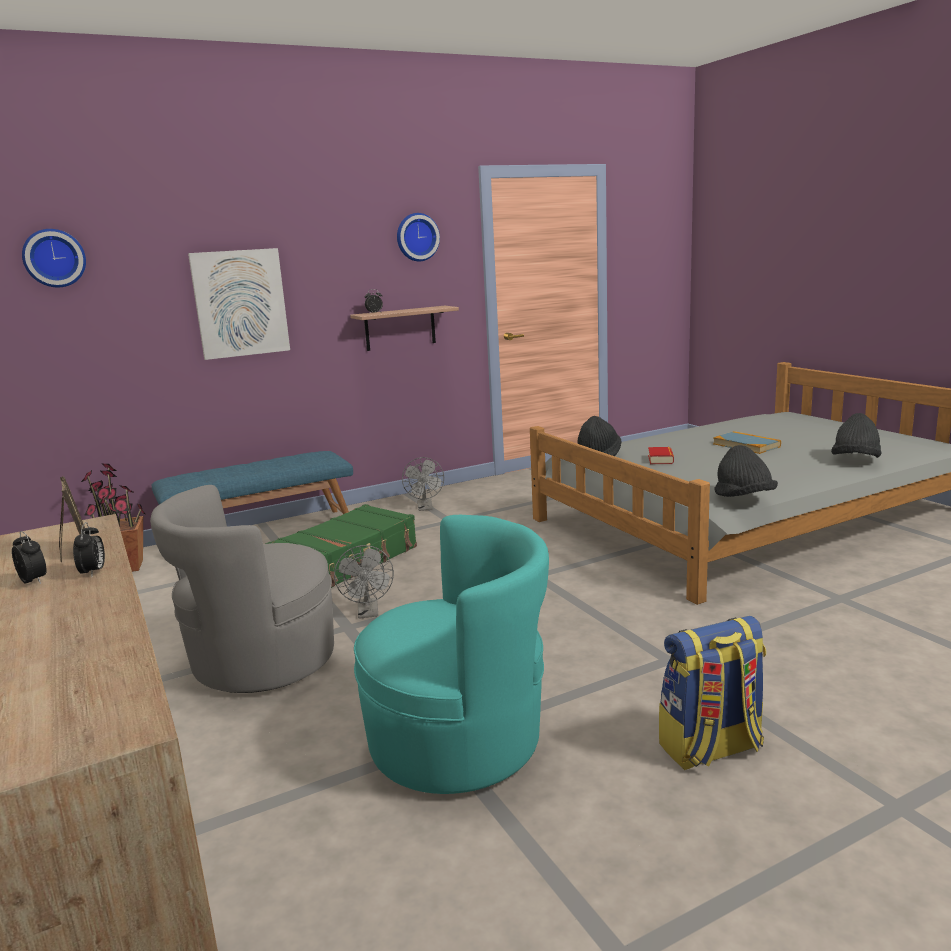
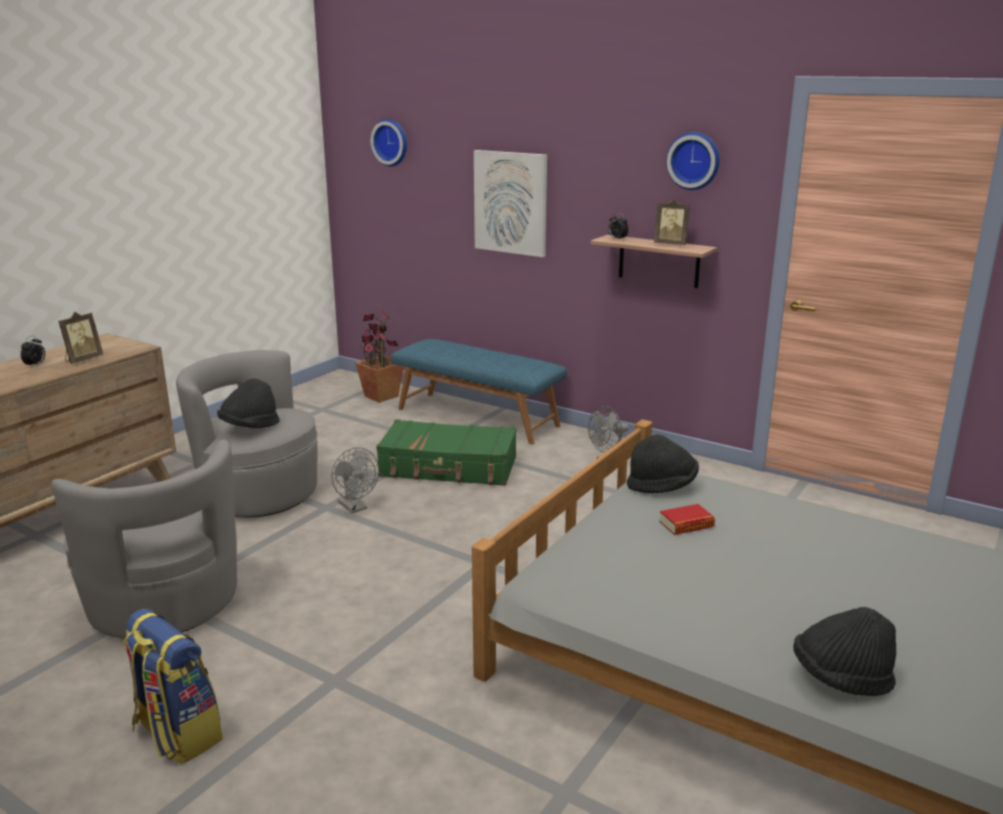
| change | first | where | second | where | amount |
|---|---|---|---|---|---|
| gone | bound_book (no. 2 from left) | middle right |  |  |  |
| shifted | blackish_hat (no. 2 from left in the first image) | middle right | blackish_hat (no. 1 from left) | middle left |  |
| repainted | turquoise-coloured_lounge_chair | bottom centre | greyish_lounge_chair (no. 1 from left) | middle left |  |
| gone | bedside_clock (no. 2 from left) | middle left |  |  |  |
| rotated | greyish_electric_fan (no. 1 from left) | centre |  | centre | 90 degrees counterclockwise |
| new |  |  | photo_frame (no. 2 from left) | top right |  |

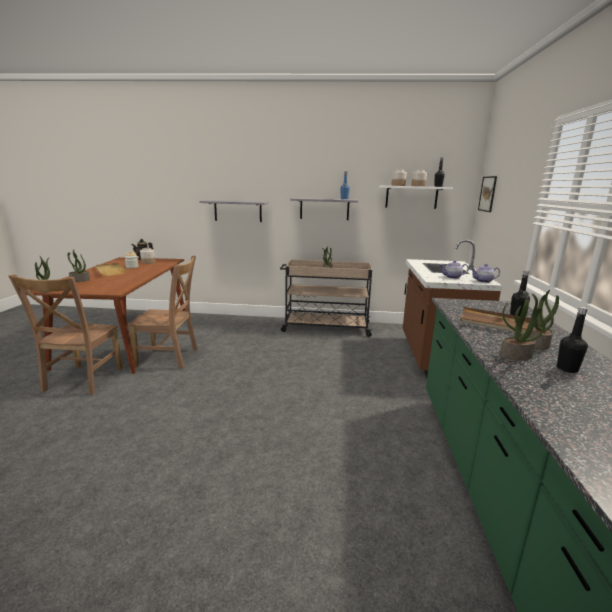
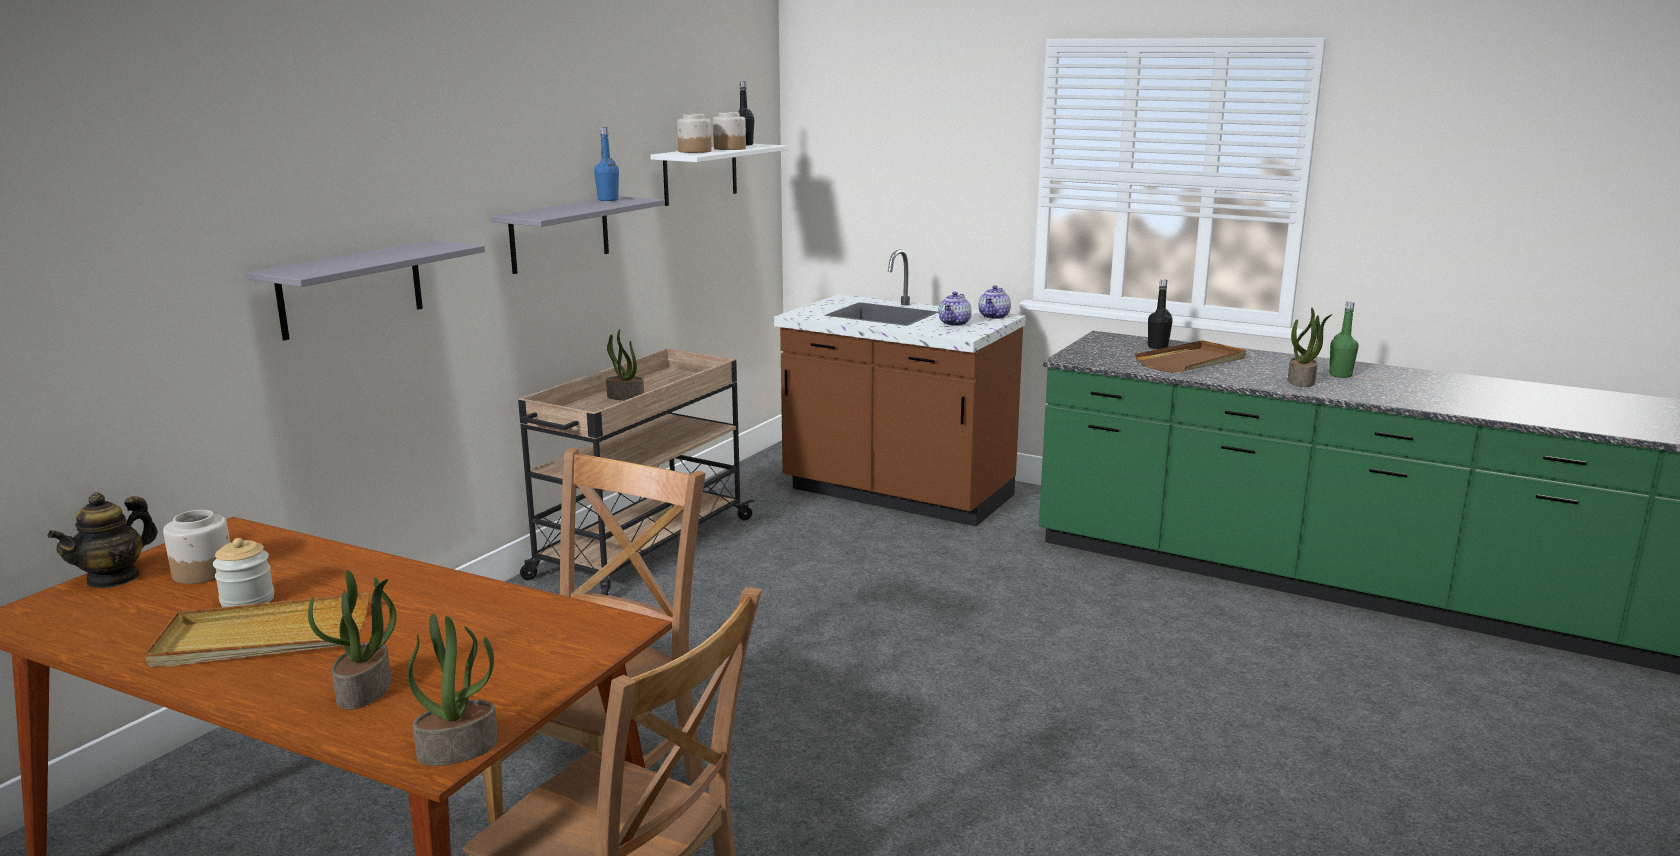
| change | first | where | second | where | amount |
|---|---|---|---|---|---|
| gone | wall_art | top right |  |  |  |
| gone | houseplant (no. 5 from left) | middle right |  |  |  |
| repainted | blackish_drink_bottle (no. 3 from left) | middle right | green-coloured_drink_bottle | middle right |  |

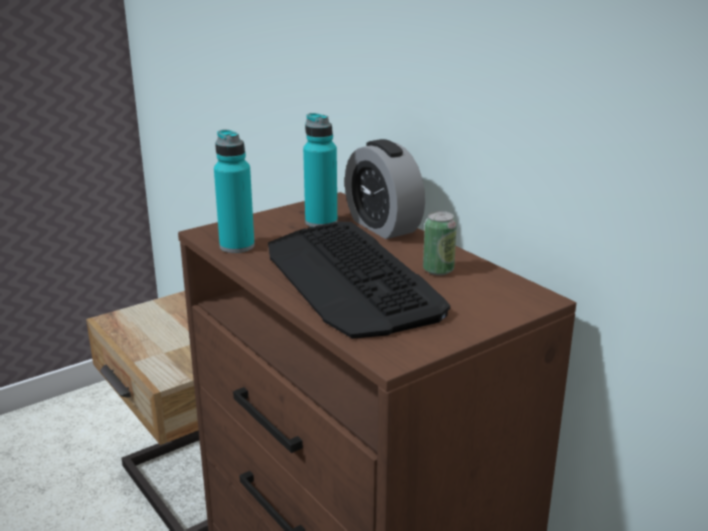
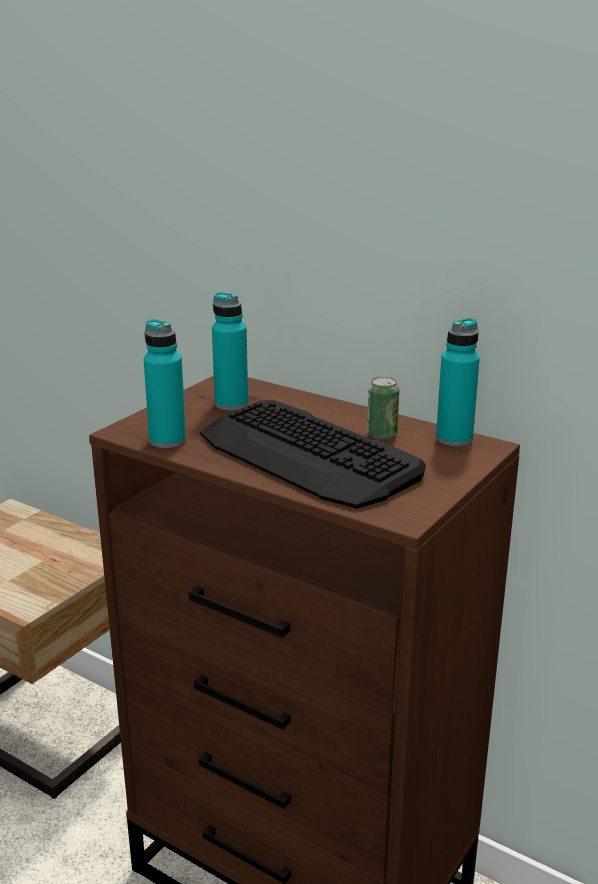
| change | first | where | second | where | amount |
|---|---|---|---|---|---|
| gone | bedside_clock | centre |  |  |  |
| new |  |  | turquoise-coloured_drink_bottle (no. 3 from left) | middle right |  |

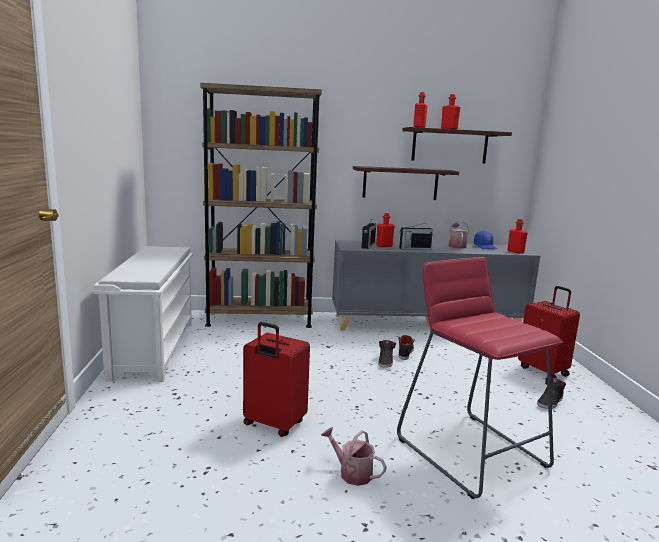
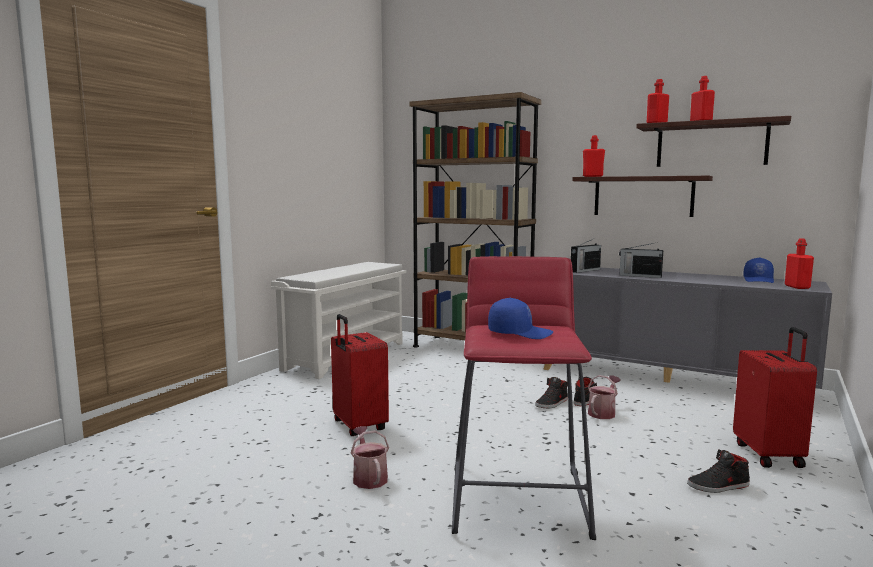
| change | first | where | second | where | amount |
|---|---|---|---|---|---|
| shifted | red-coloured_drink_bottle (no. 1 from left) | centre |  | top right |  |
| shifted | watering_pot (no. 2 from left) | middle right |  | bottom right |  |
| new |  |  | blue_baseball_cap (no. 1 from left) | centre |  |

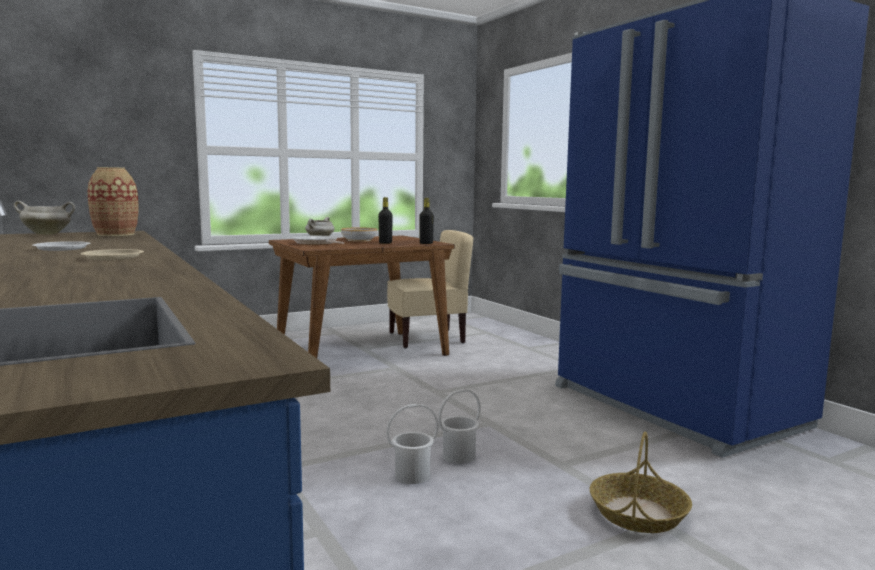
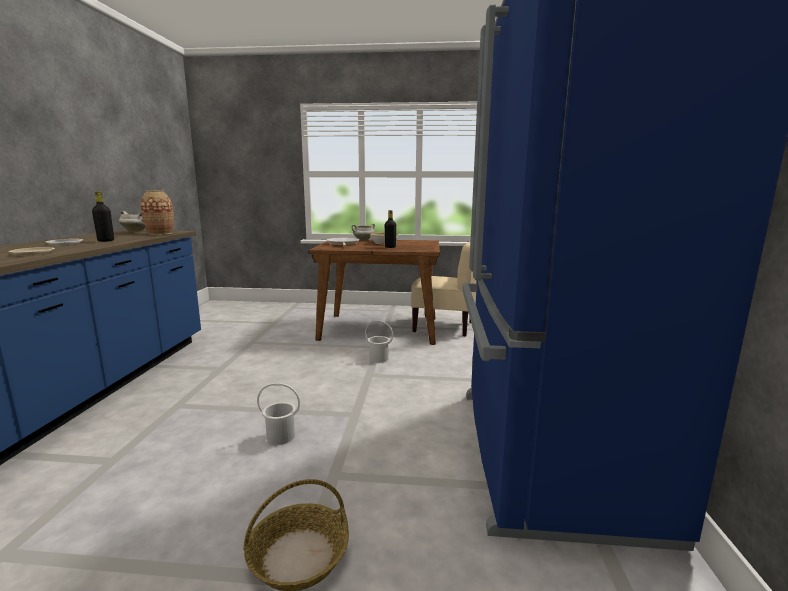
| change | first | where | second | where | amount |
|---|---|---|---|---|---|
| shifted | blackish_drink_bottle (no. 2 from left in the first image) | centre | blackish_drink_bottle (no. 1 from left) | middle left |  |
| shifted | white_pail (no. 1 from left in the first image) | bottom centre | white_pail (no. 2 from left) | centre |  |

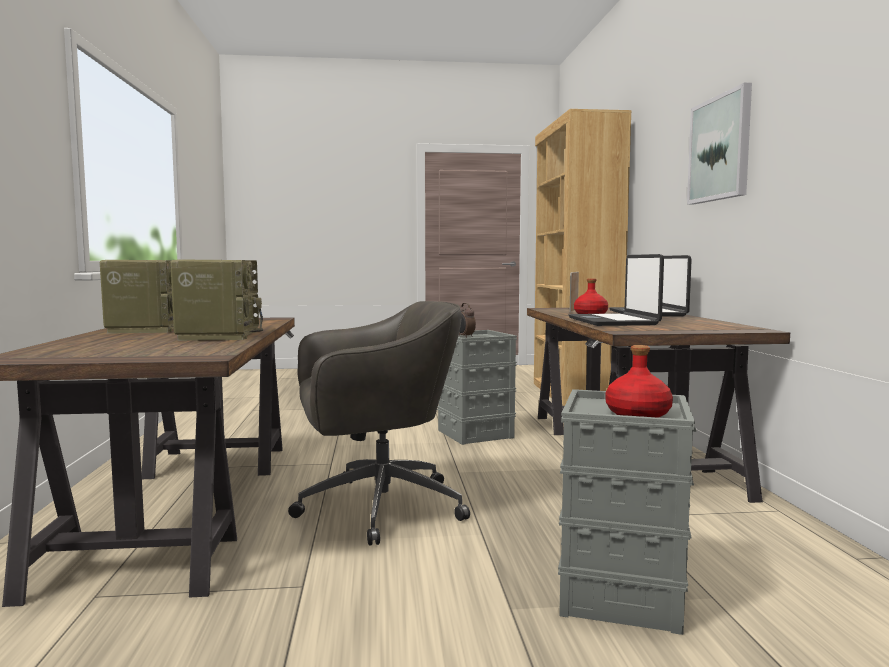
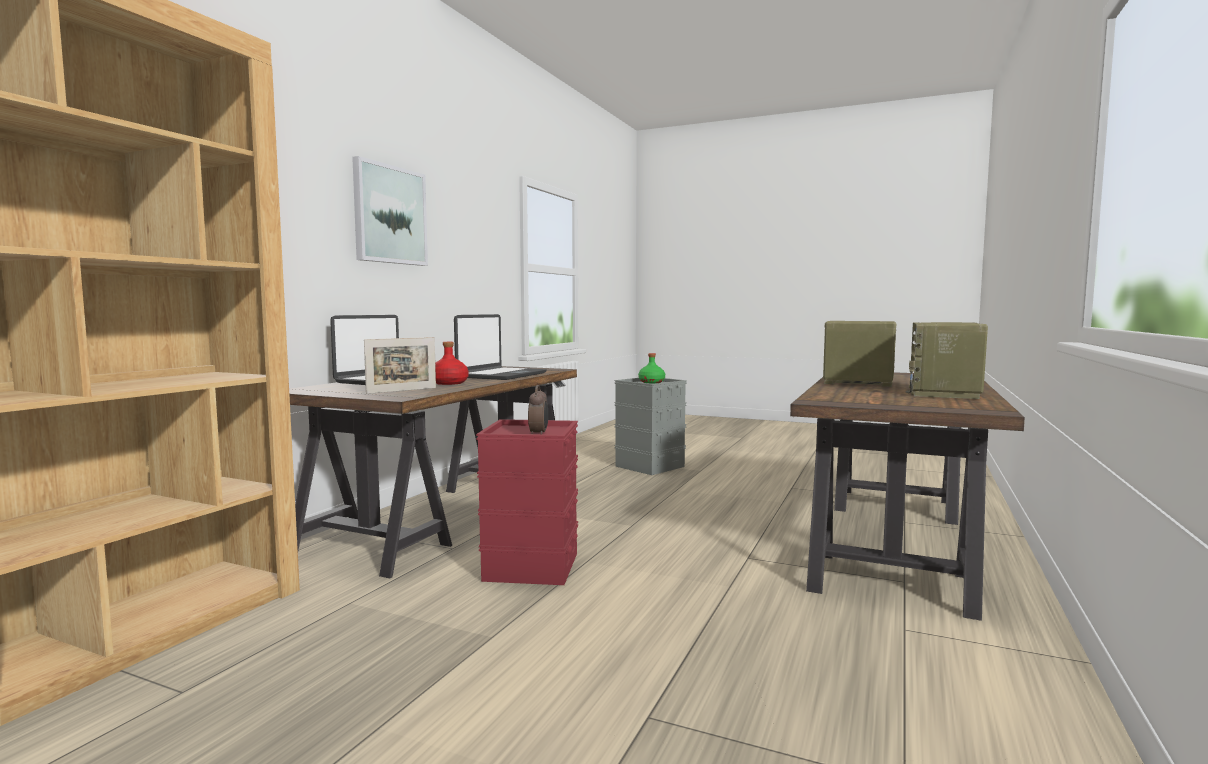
| change | first | where | second | where | amount |
|---|---|---|---|---|---|
| rotated | radio_receiver (no. 2 from left in the first image) | middle left | radio_receiver (no. 1 from left) | middle right | 90 degrees clockwise |
| gone | greyish_computer_chair | centre |  |  |  |
| repainted | greyish_storage_box (no. 1 from left) | centre | red-coloured_storage_box | centre |  |
| repainted | red-coloured_drink_bottle (no. 2 from left) | middle right | green-coloured_drink_bottle | centre |  |

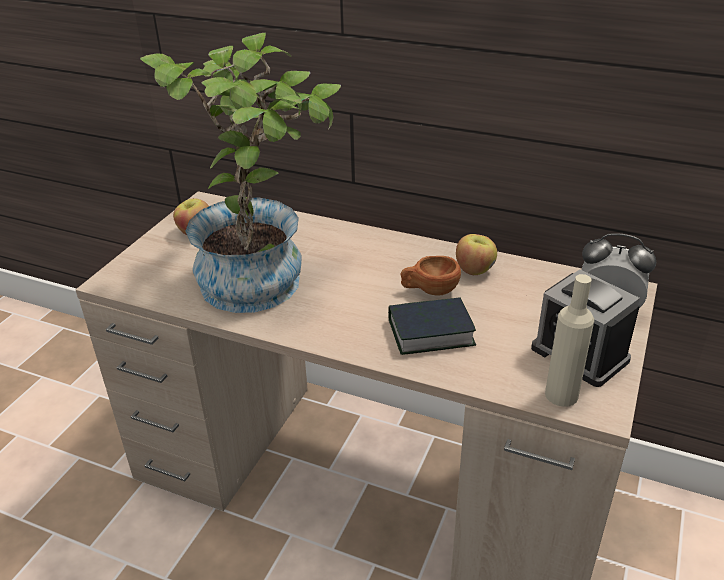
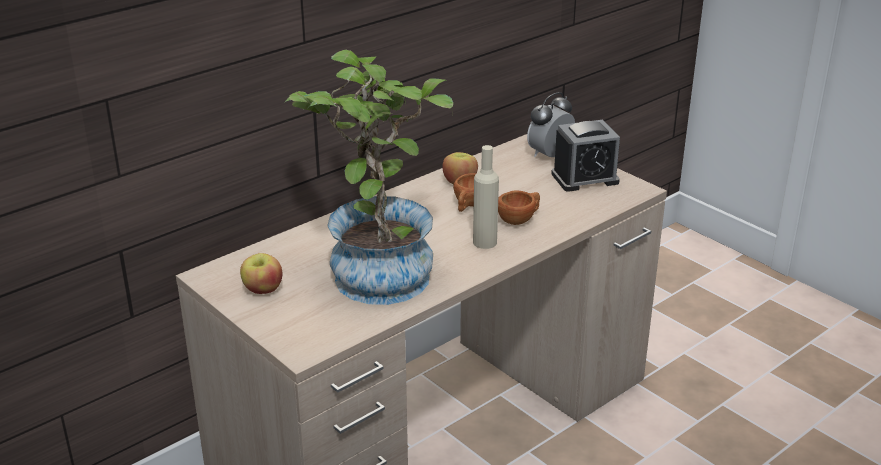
| change | first | where | second | where | amount |
|---|---|---|---|---|---|
| shifted | sand-coloured_drink_bottle | middle right |  | centre |  |
| swapped | bound_book | centre | brown-coloured_cup (no. 2 from left) | centre |  |

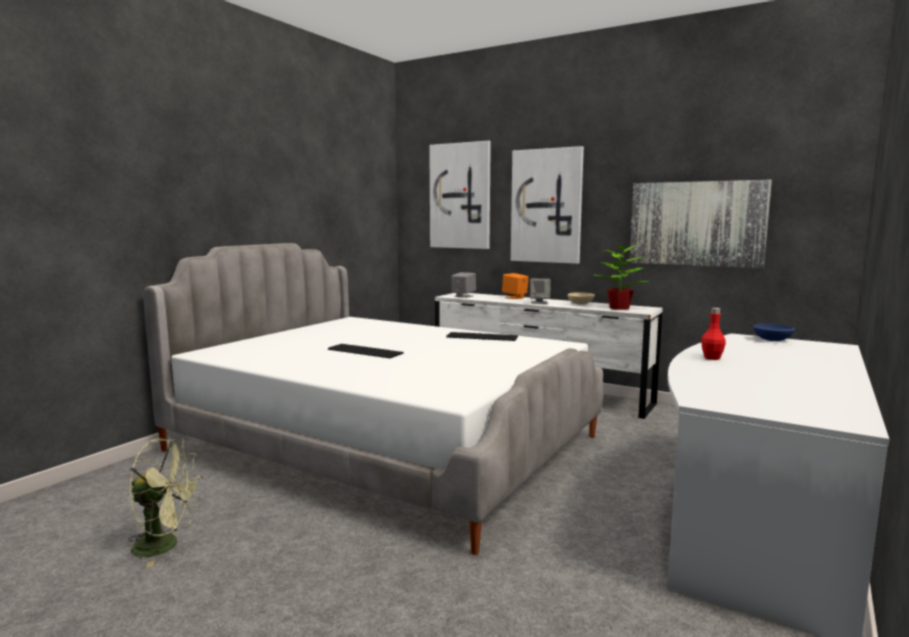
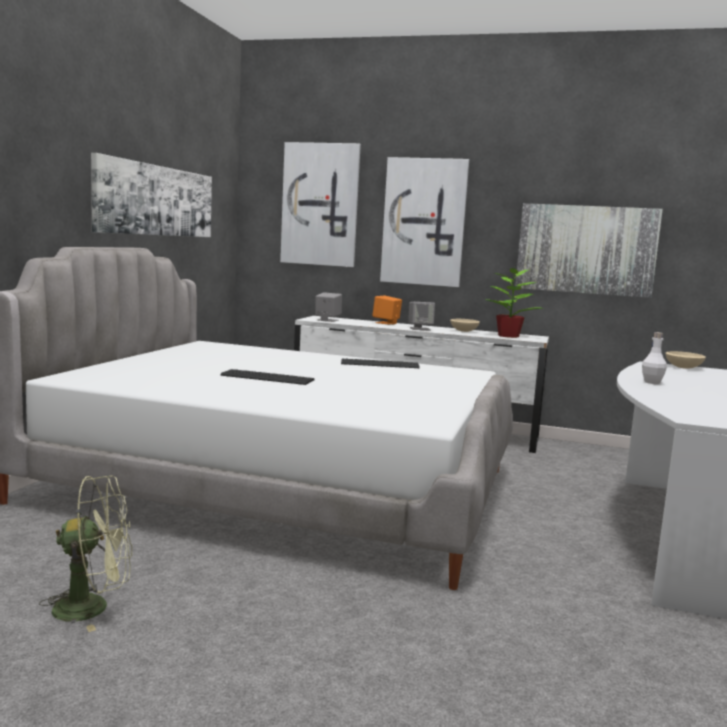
| change | first | where | second | where | amount |
|---|---|---|---|---|---|
| repainted | red-coloured_drink_bottle | middle right | white_drink_bottle | middle right |  |
| repainted | blue_bowl | middle right | sand-coloured_bowl (no. 2 from left) | middle right |  |
| new |  |  | wall_art (no. 1 from left) | top left |  |

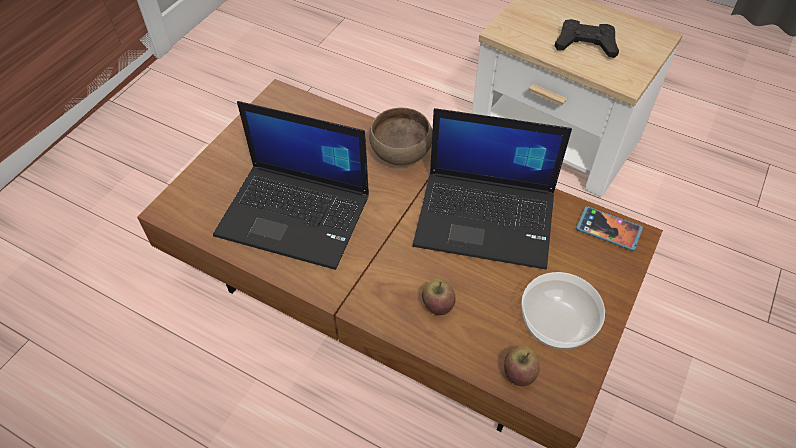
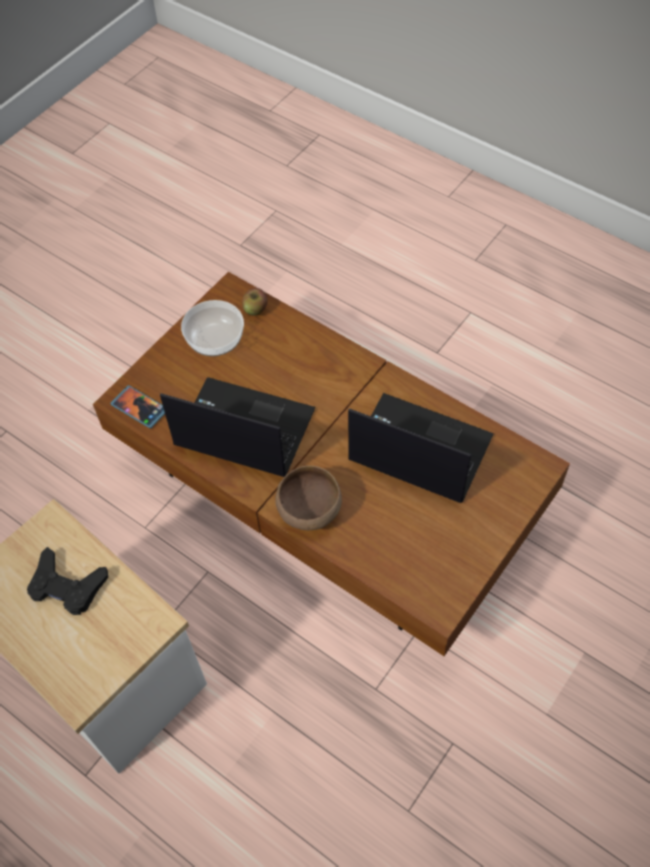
| change | first | where | second | where | amount |
|---|---|---|---|---|---|
| gone | apple (no. 1 from left) | centre |  |  |  |

